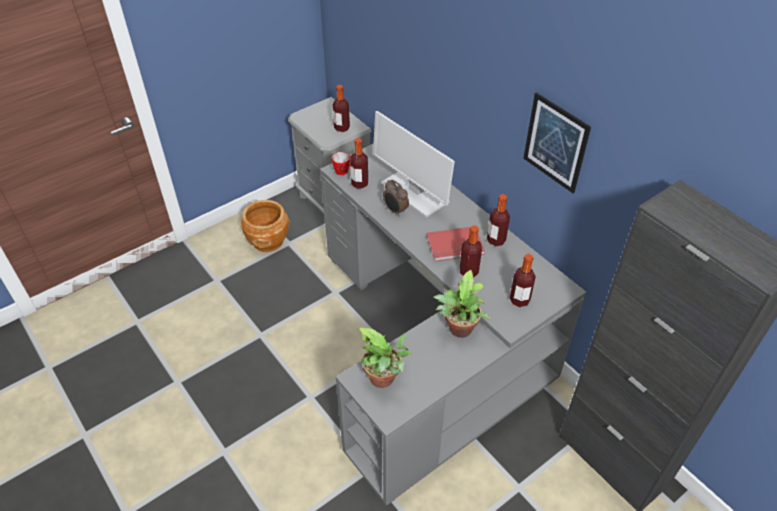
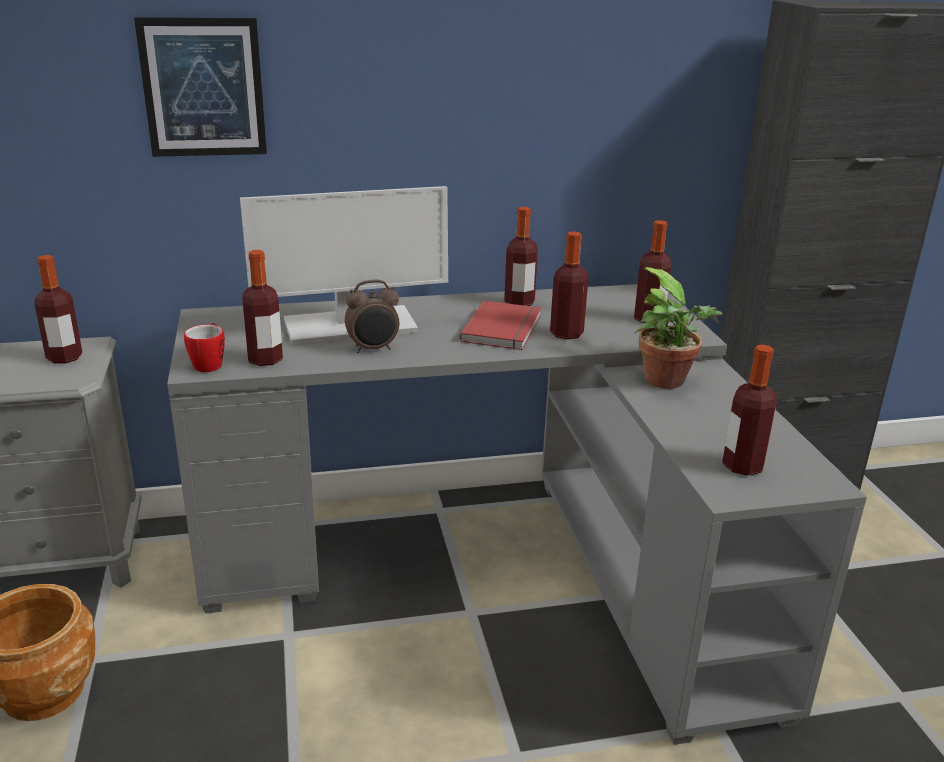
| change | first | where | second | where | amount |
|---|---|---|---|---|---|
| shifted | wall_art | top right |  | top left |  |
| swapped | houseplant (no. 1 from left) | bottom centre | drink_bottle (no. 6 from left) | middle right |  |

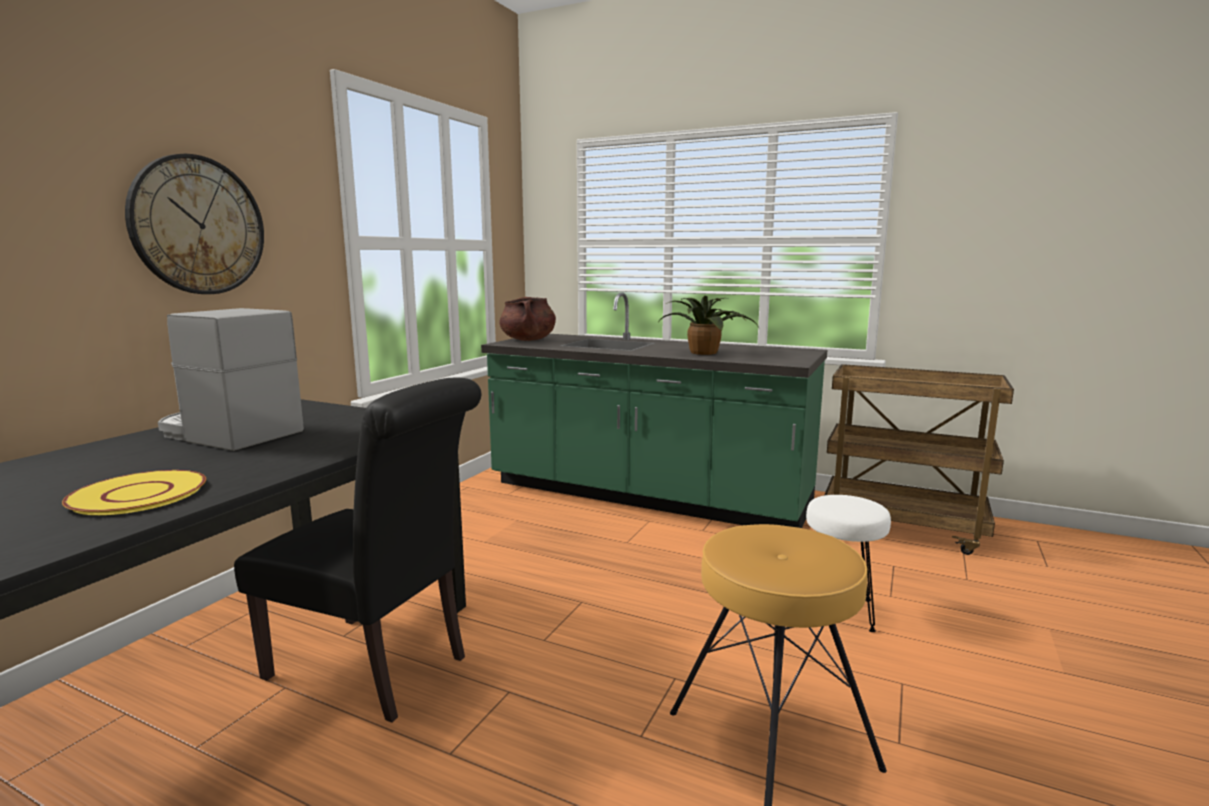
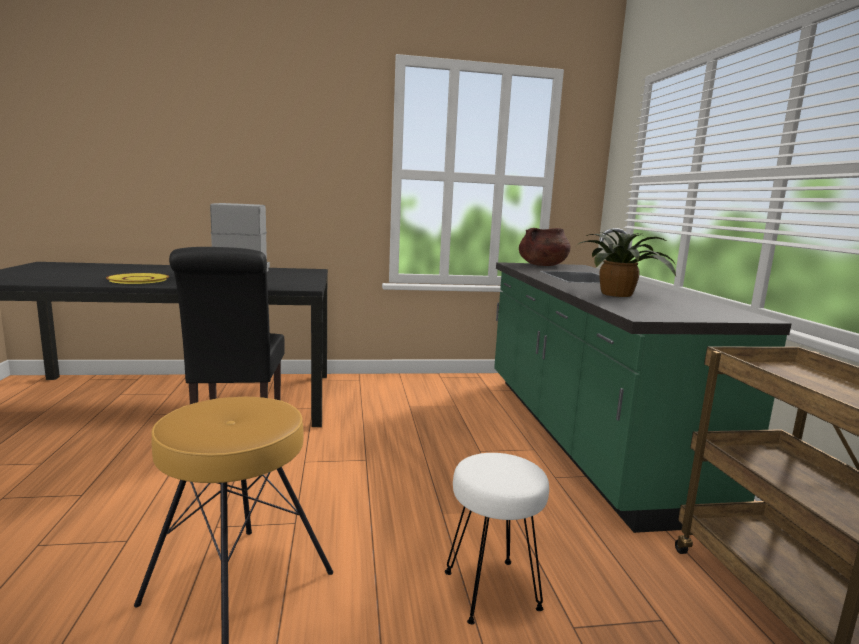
| change | first | where | second | where | amount |
|---|---|---|---|---|---|
| gone | clock_on_the_wall | top left |  |  |  |

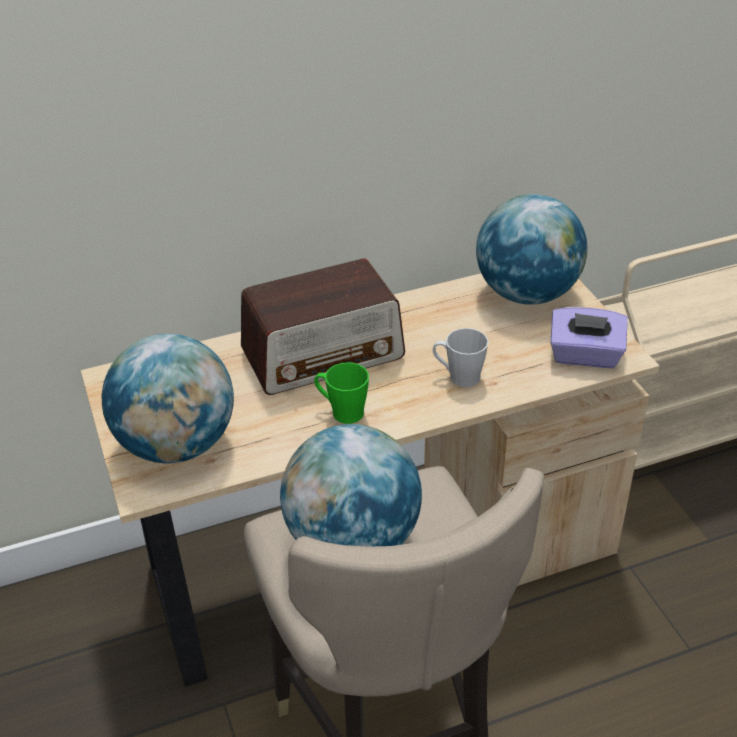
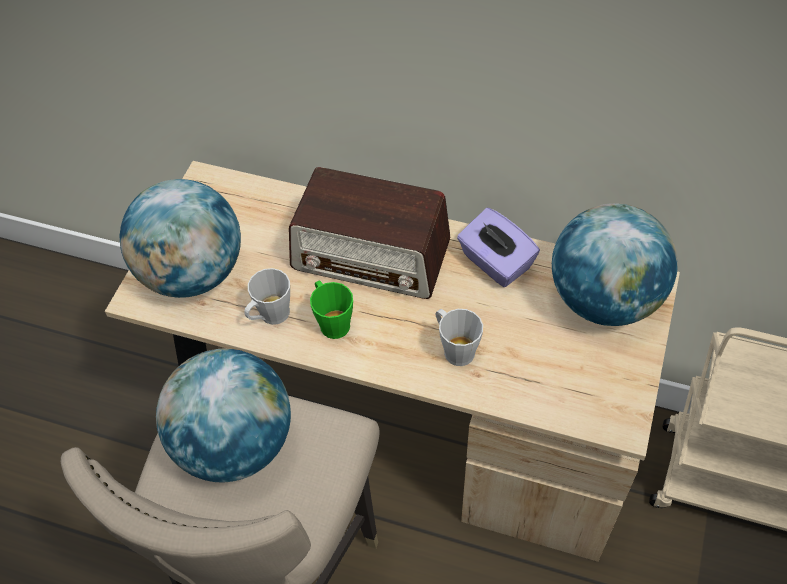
| change | first | where | second | where | amount |
|---|---|---|---|---|---|
| shifted | purplish_tissue_holder | middle right |  | centre |  |
| new |  |  | greyish_tea_mug (no. 1 from left) | centre |  |

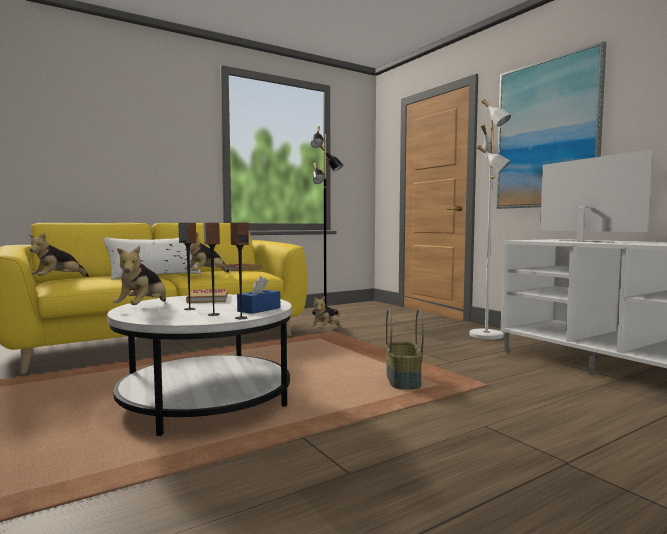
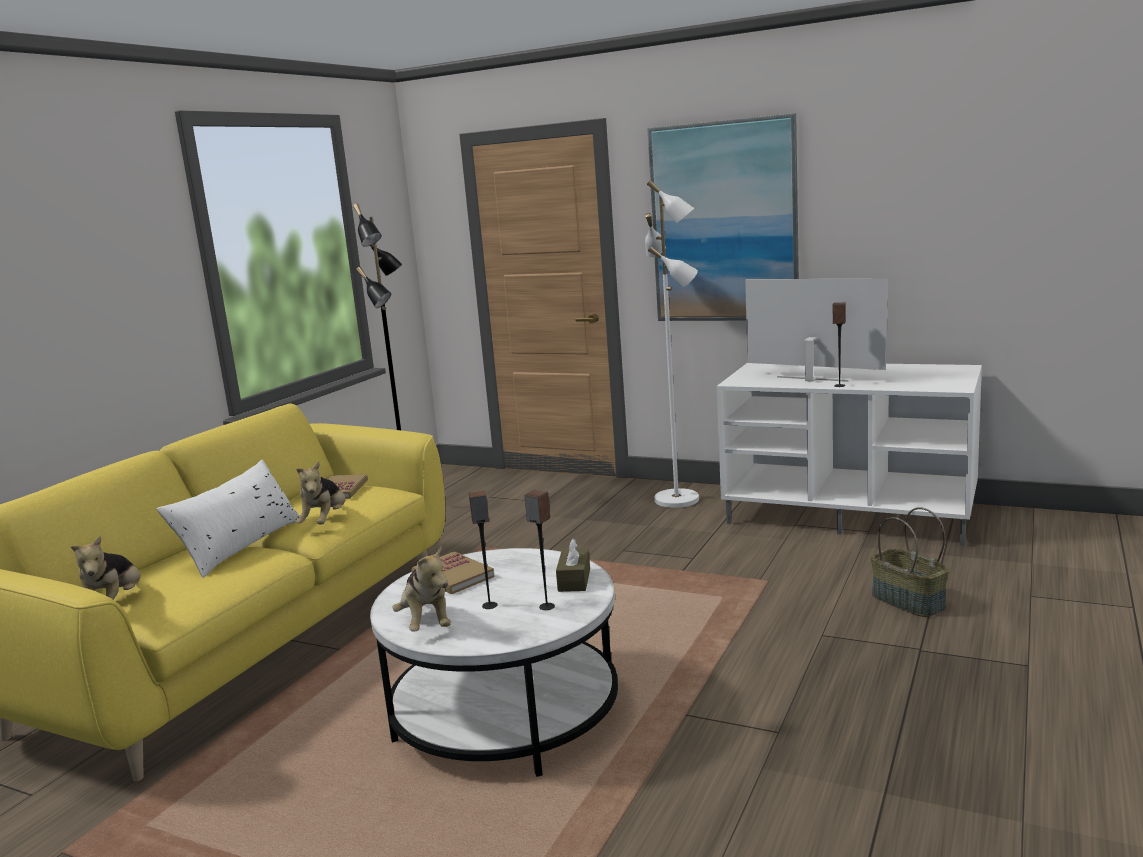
| change | first | where | second | where | amount |
|---|---|---|---|---|---|
| shifted | loudspeaker (no. 3 from left) | centre |  | middle right |  |
| repainted | blue_tissue_holder | centre | brown-coloured_tissue_holder | centre |  |
| gone | cuddly_toy (no. 4 from left) | centre |  |  |  |
| shifted | storage_basket | centre |  | middle right |  |

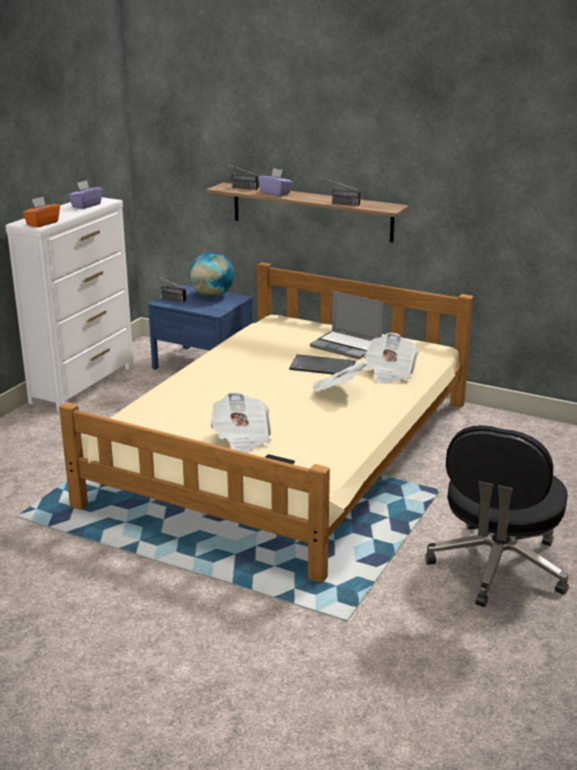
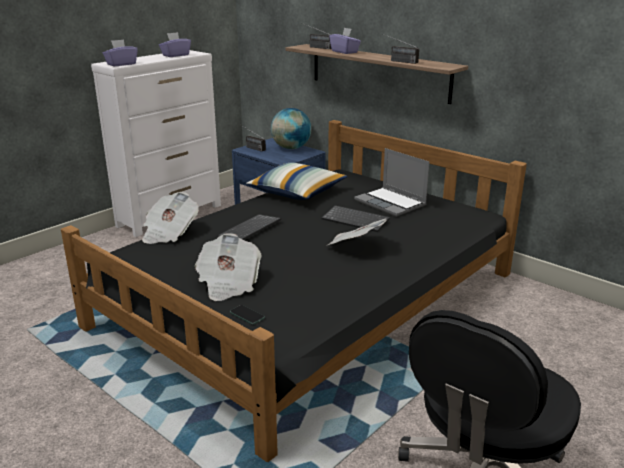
| change | first | where | second | where | amount |
|---|---|---|---|---|---|
| repainted | orange-coloured_tissue_holder | top left | purplish_tissue_holder (no. 1 from left) | top left |  |
| repainted | sand-coloured_bedroom_bed | centre | blackish_bedroom_bed | centre |  |
| shifted | newspaper (no. 3 from left in the first image) | middle right | newspaper (no. 1 from left) | middle left |  |
| new |  |  | cushion | centre |  |
| new |  |  | computer_keyboard (no. 1 from left) | centre |  |

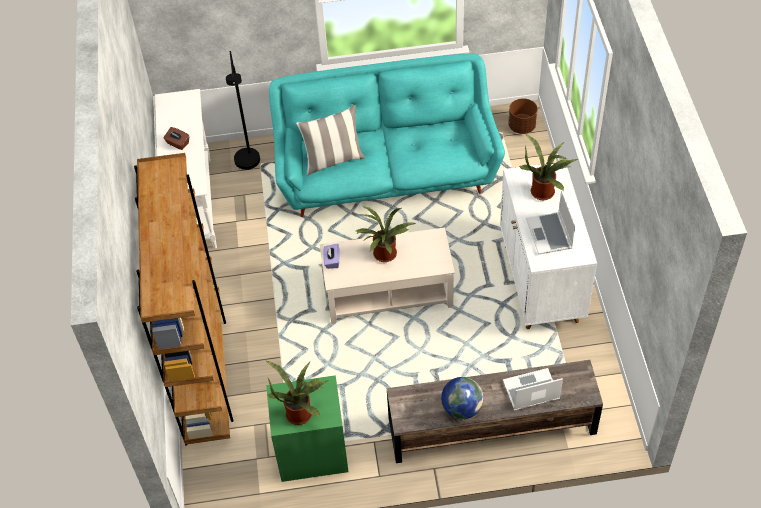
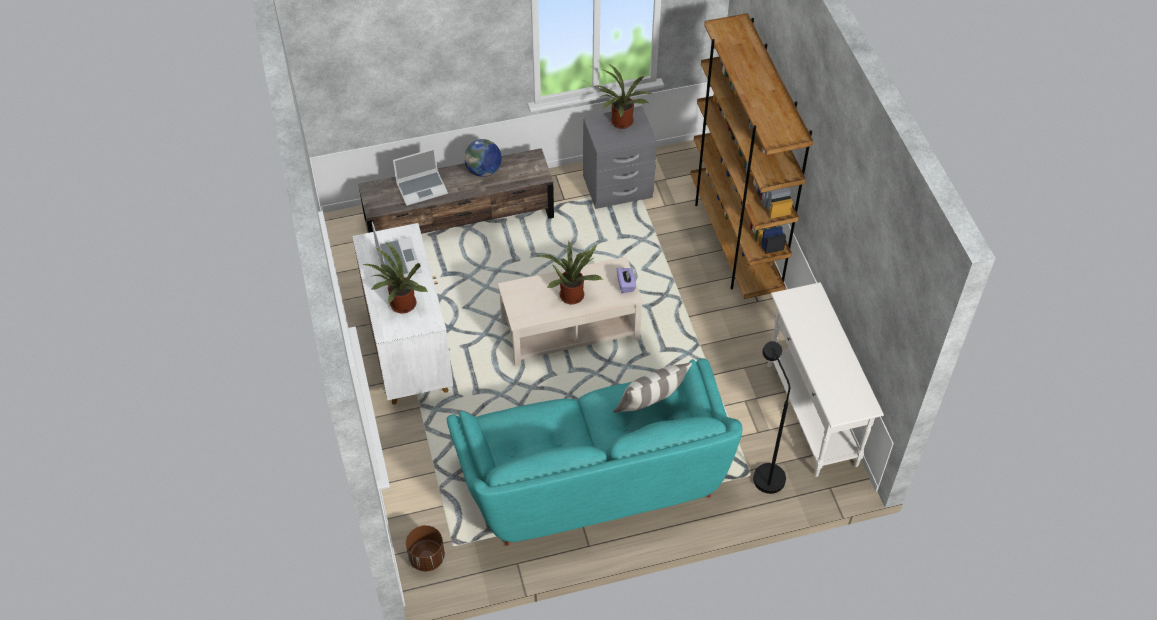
| change | first | where | second | where | amount |
|---|---|---|---|---|---|
| gone | brown-coloured_tissue_holder | top left |  |  |  |
| repainted | green-coloured_bedside_table | bottom centre | greyish_bedside_table | top centre |  |

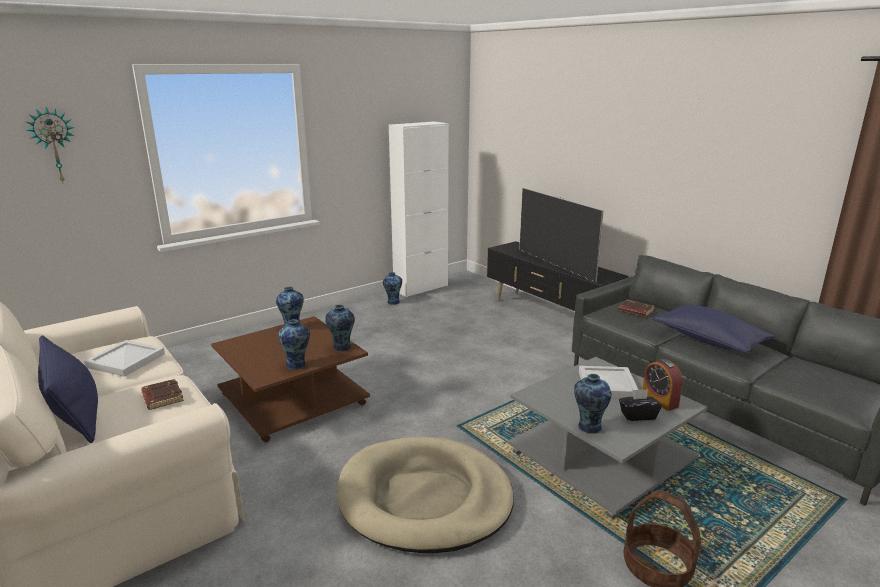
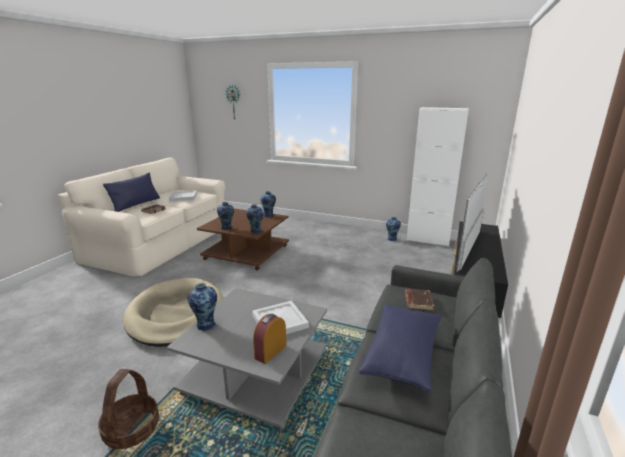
| change | first | where | second | where | amount |
|---|---|---|---|---|---|
| gone | blackish_tissue_holder | bottom right |  |  |  |

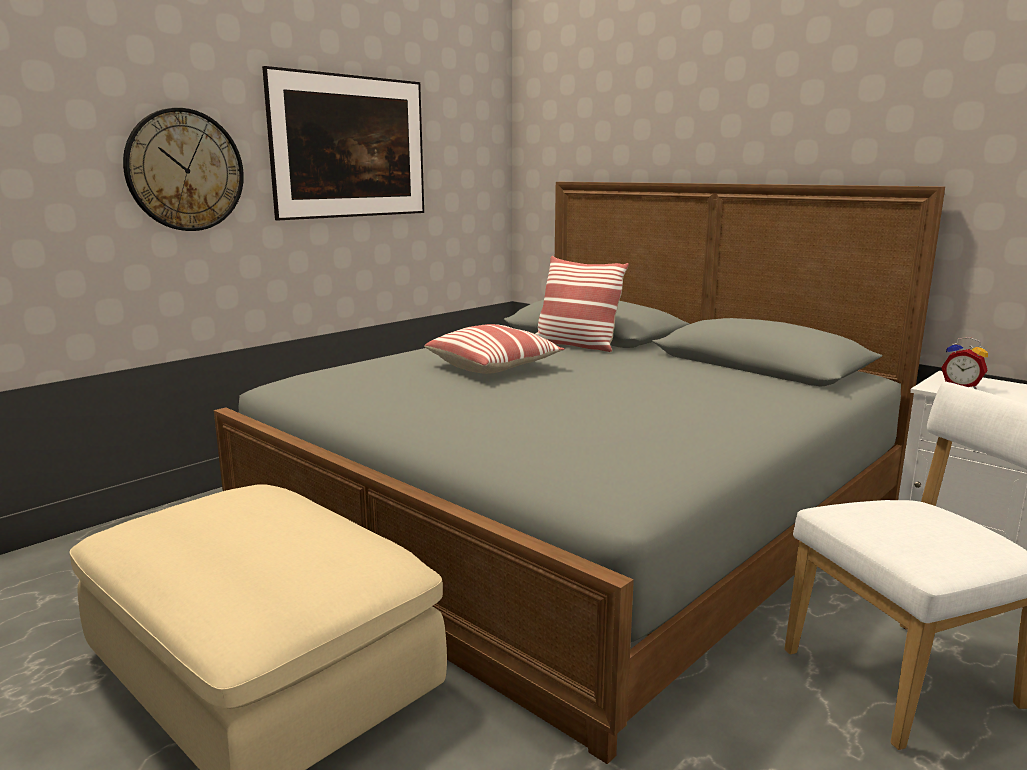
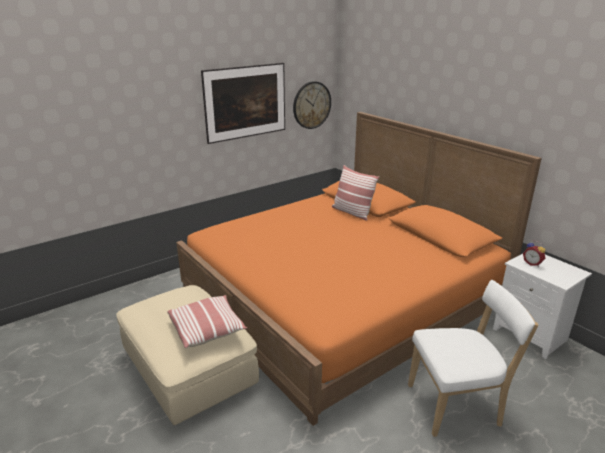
| change | first | where | second | where | amount |
|---|---|---|---|---|---|
| shifted | clock_on_the_wall | top left |  | top centre |  |
| repainted | greyish_bedroom_bed | centre | orange-coloured_bedroom_bed | centre |  |
| shifted | cushion (no. 1 from left) | centre |  | bottom centre |  |

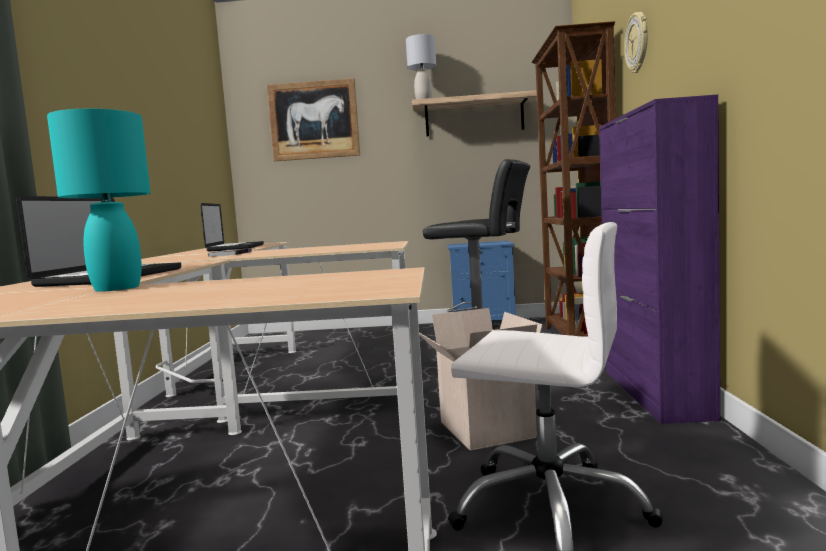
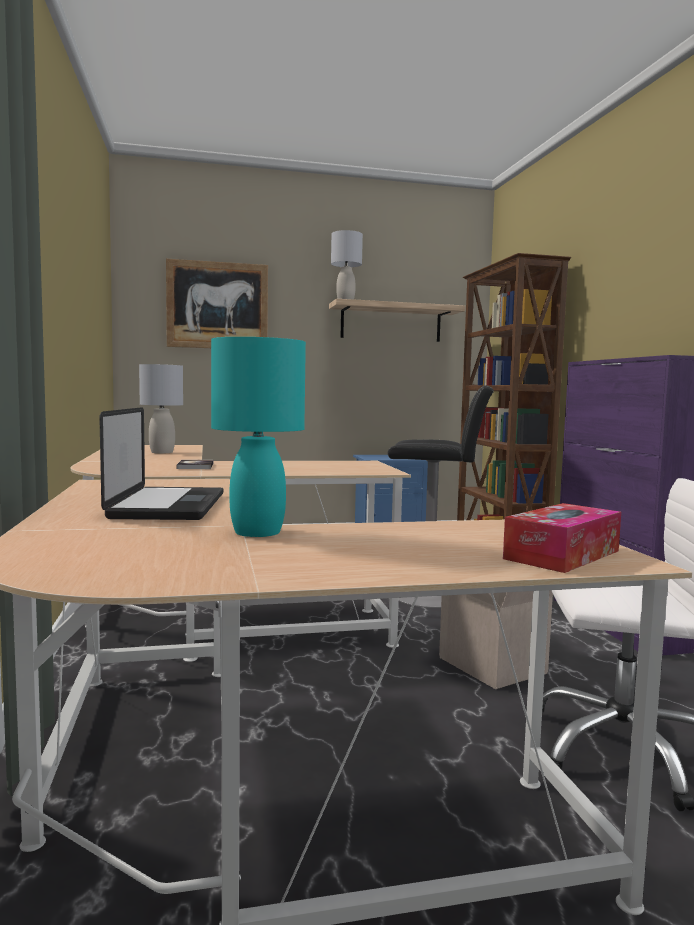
| change | first | where | second | where | amount |
|---|---|---|---|---|---|
| gone | clock_on_the_wall | top right |  |  |  |
| swapped | notebook_computer (no. 2 from left) | middle left | greyish_table_lamp (no. 1 from left) | middle left |  |
| new |  |  | tissue_holder | middle right |  |

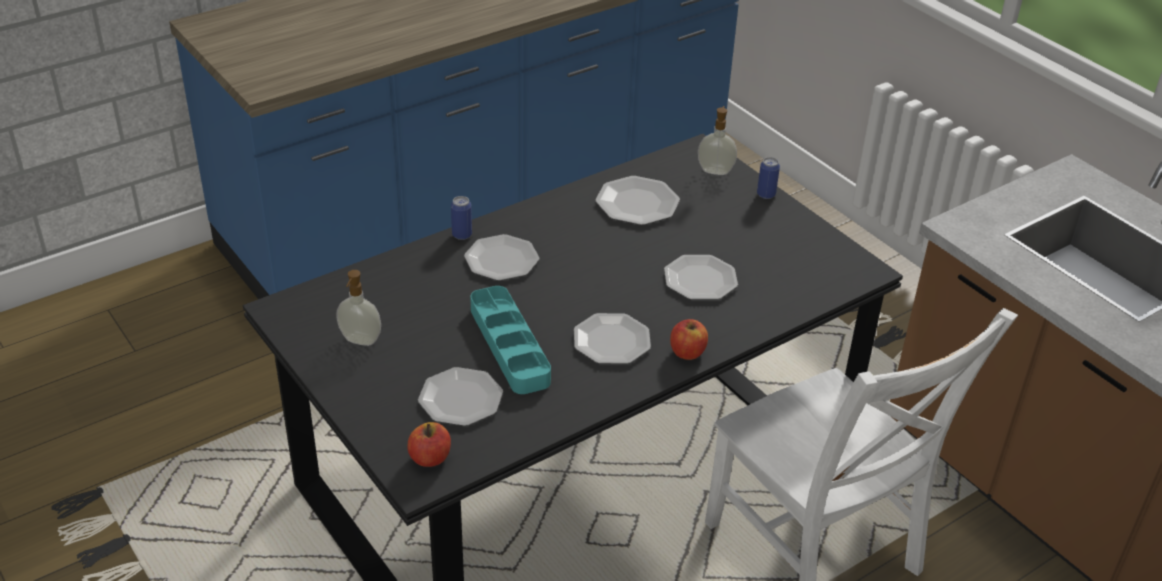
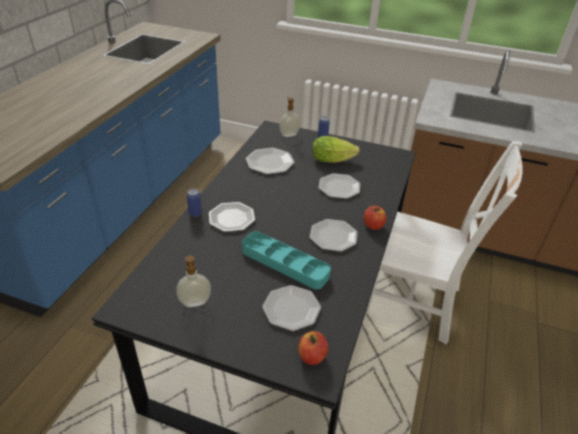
| change | first | where | second | where | amount |
|---|---|---|---|---|---|
| new |  |  | lettuce_head | centre |  |

